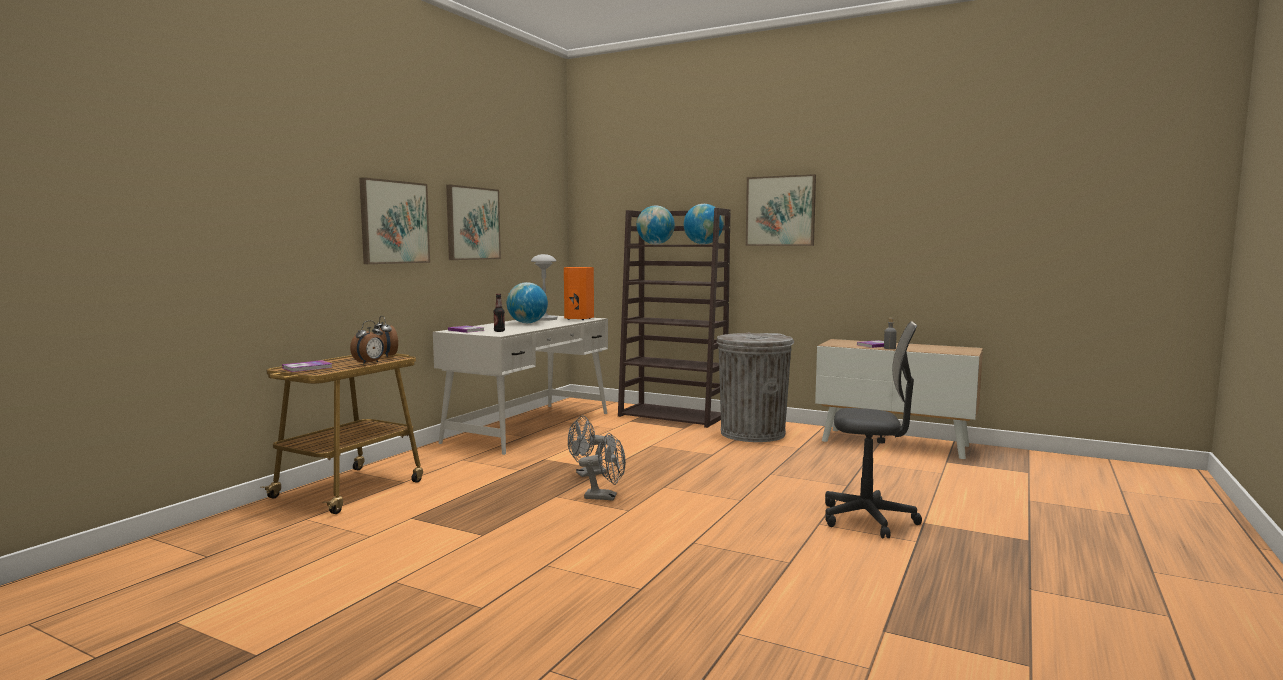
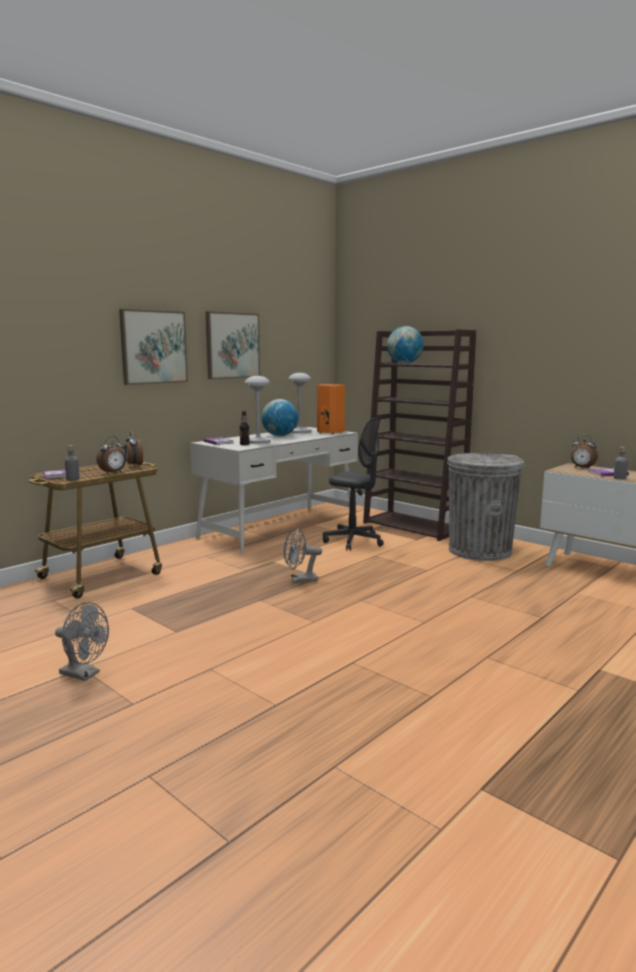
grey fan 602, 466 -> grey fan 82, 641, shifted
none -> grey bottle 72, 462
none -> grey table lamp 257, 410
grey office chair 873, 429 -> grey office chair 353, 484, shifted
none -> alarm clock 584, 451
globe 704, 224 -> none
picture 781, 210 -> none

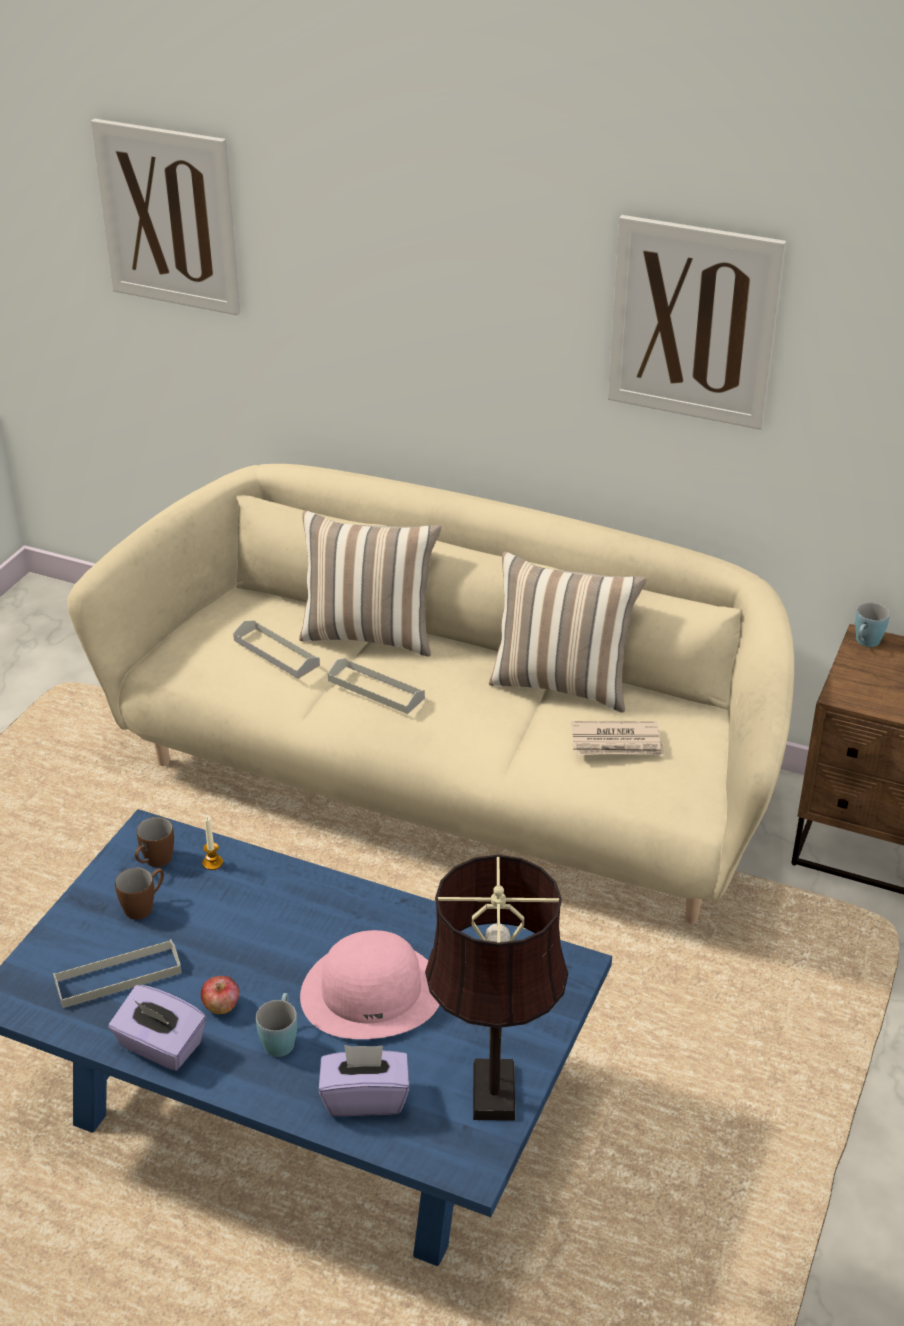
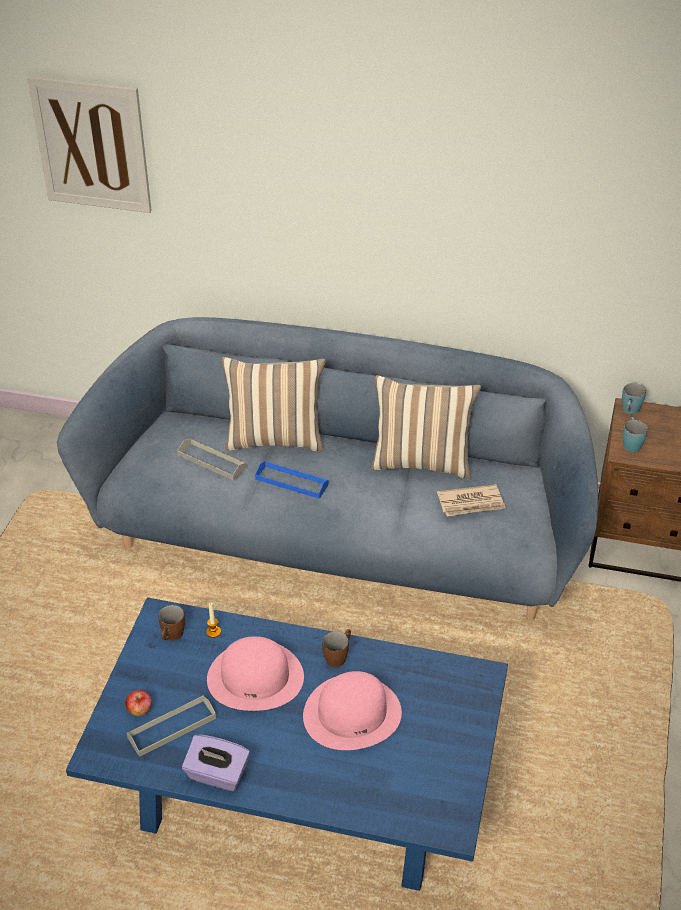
beige sofa 430, 694 -> blue sofa 327, 468
apple 220, 995 -> apple 138, 703, shifted
none -> pink hat 255, 673
grey tray 376, 686 -> blue tray 291, 480
brown mug 139, 894 -> brown mug 336, 648, shifted
blue mug 277, 1025 -> blue mug 635, 434, shifted
purple tissue box 364, 1081 -> none
brown table lamp 496, 988 -> none
picture 697, 322 -> none

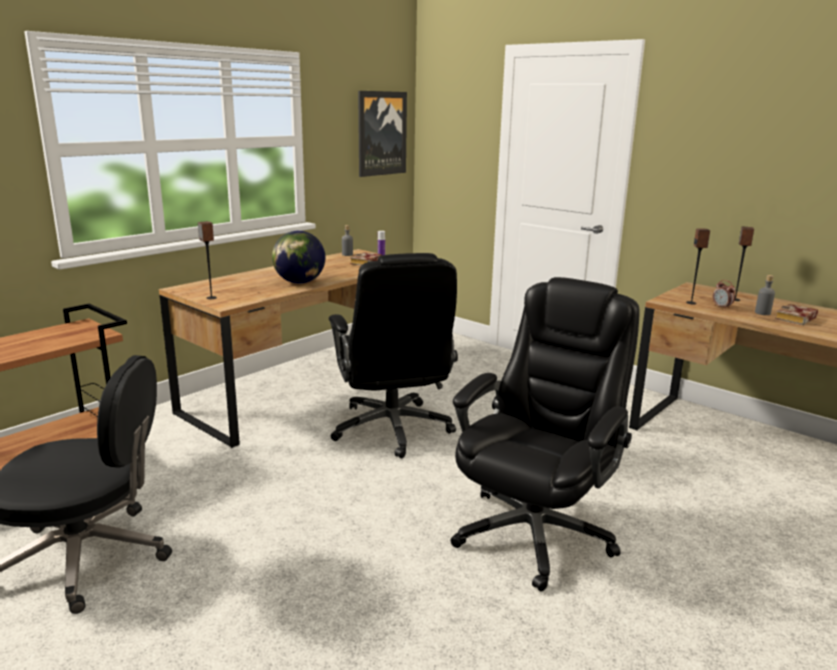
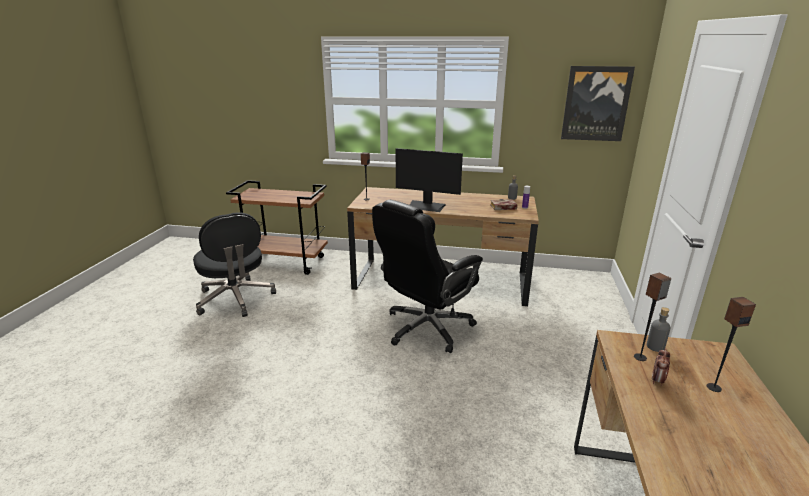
globe 298, 257 -> monitor 429, 180
grey bottle 765, 295 -> grey bottle 659, 329, shifted
black office chair 545, 434 -> none
book 796, 314 -> none

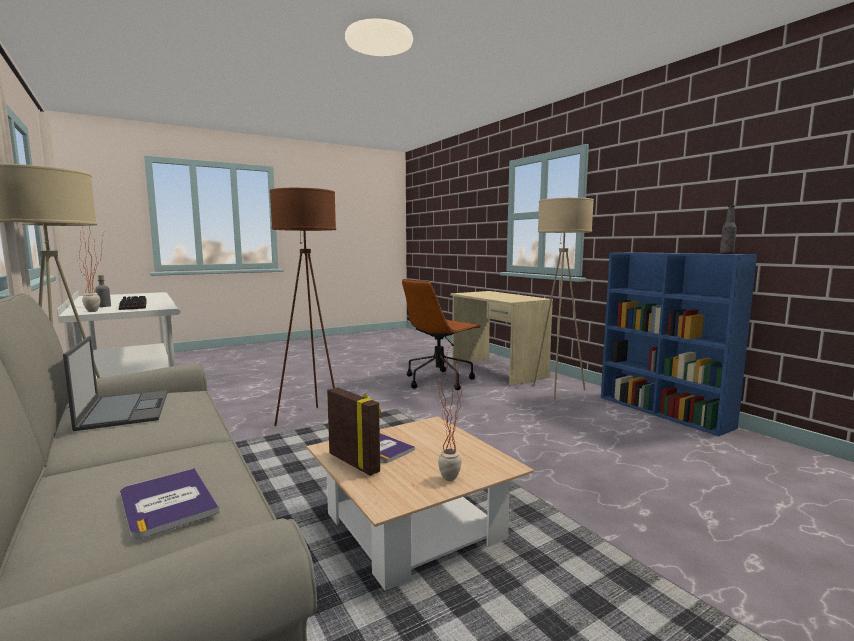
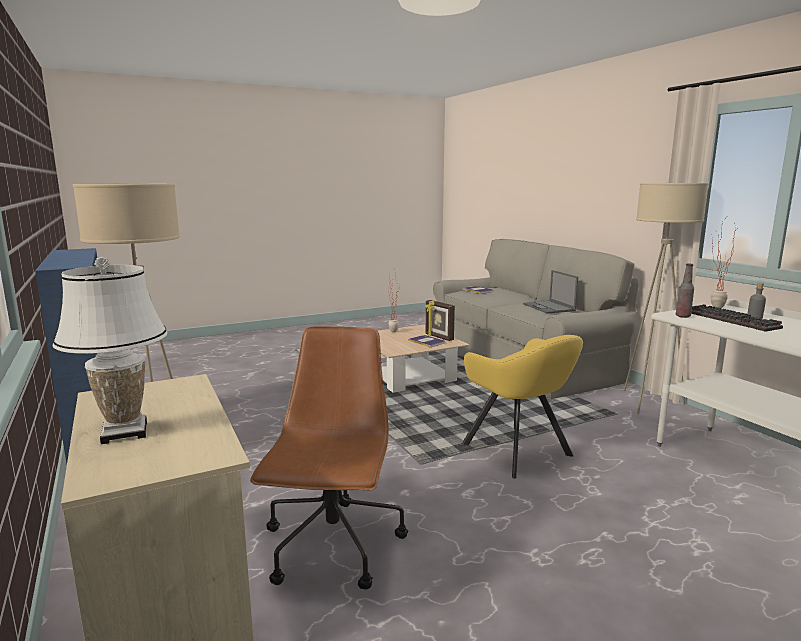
none -> white table lamp 110, 350
brown office chair 442, 334 -> brown office chair 329, 458, 45 degrees counterclockwise
brown floor lamp 303, 307 -> yellow armchair 522, 407
bottle 728, 229 -> bottle 685, 290, shifted

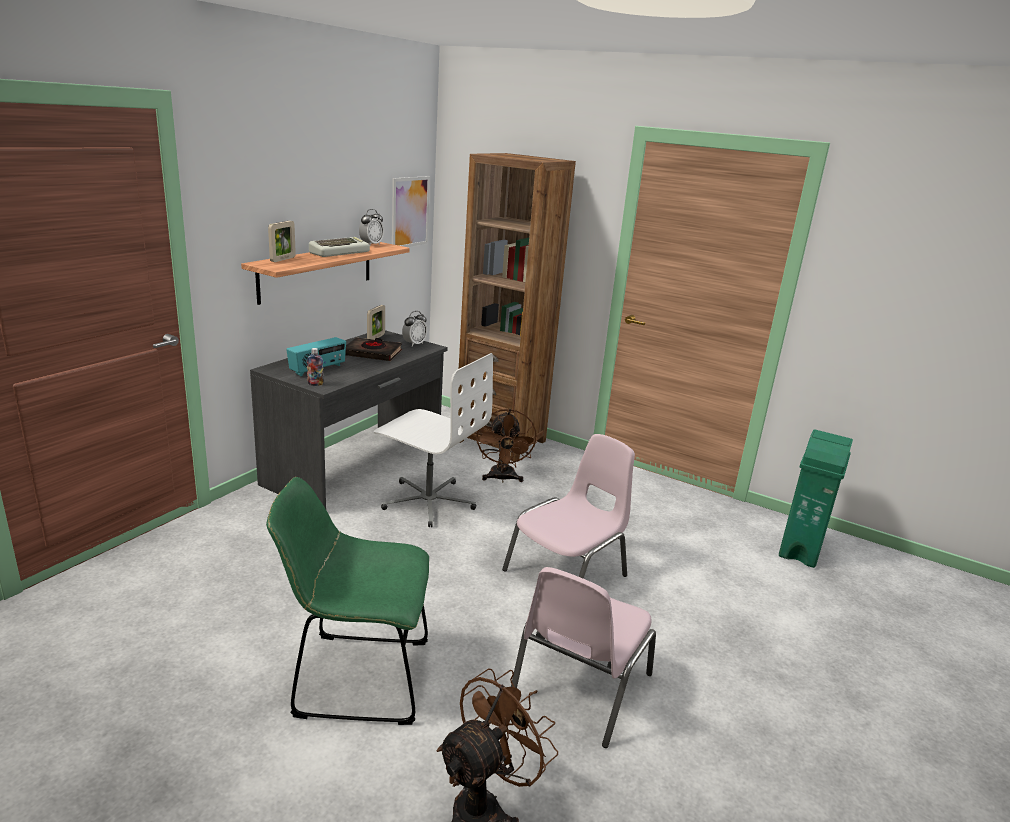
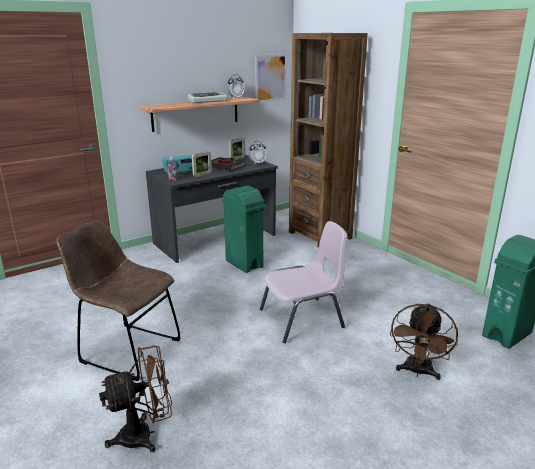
green chair 347, 601 -> brown chair 118, 300
picture frame 282, 241 -> picture frame 202, 164, shifted
white office chair 433, 440 -> green trash can 243, 229
brown fan 506, 445 -> brown fan 424, 341, shifted
pink chair 583, 657 -> none

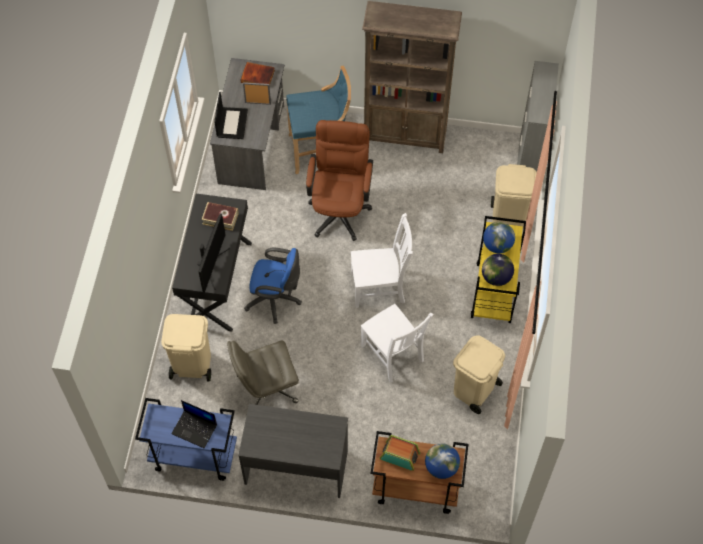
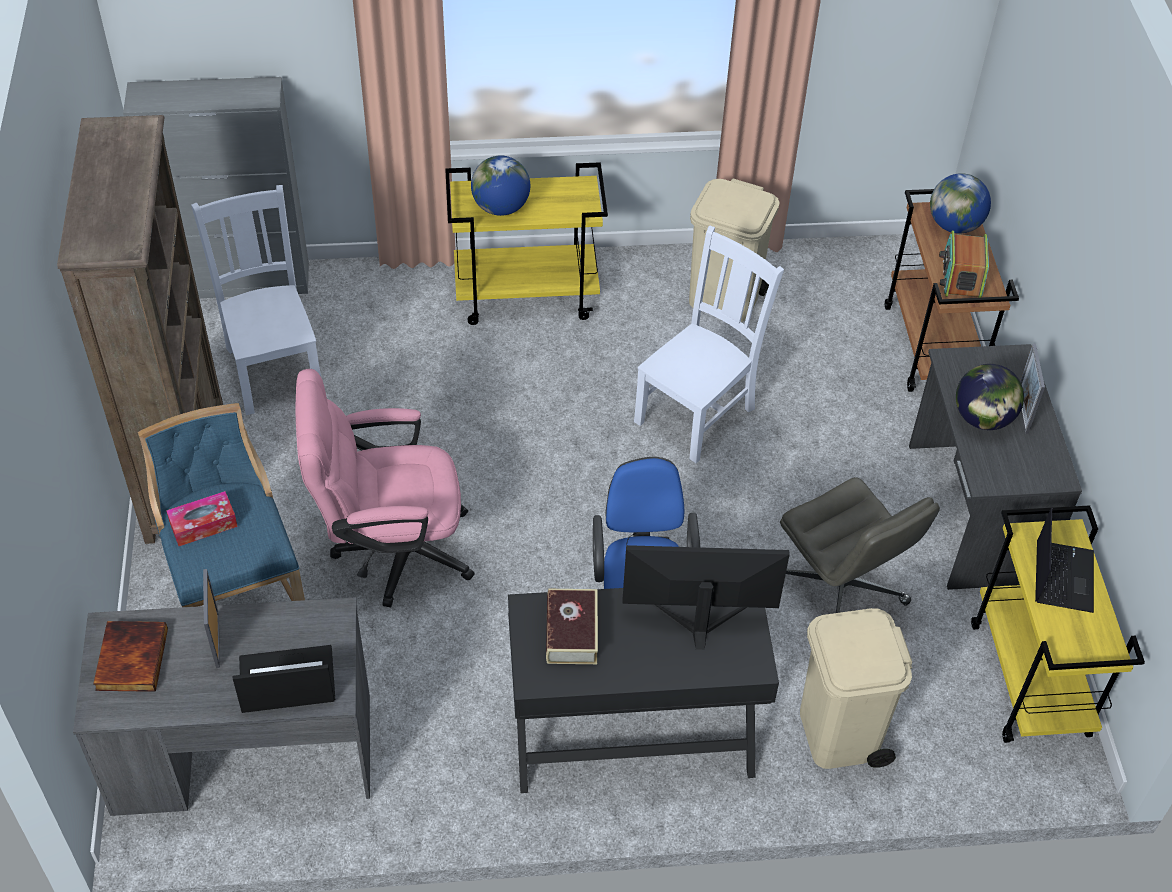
none -> tissue box 202, 518
white chair 382, 260 -> white chair 256, 300, shifted
brown office chair 339, 180 -> pink office chair 385, 488
globe 498, 270 -> globe 990, 397, shifted
blue cart 186, 439 -> yellow cart 1058, 624
none -> picture frame 1032, 389
beige trash can 514, 196 -> none

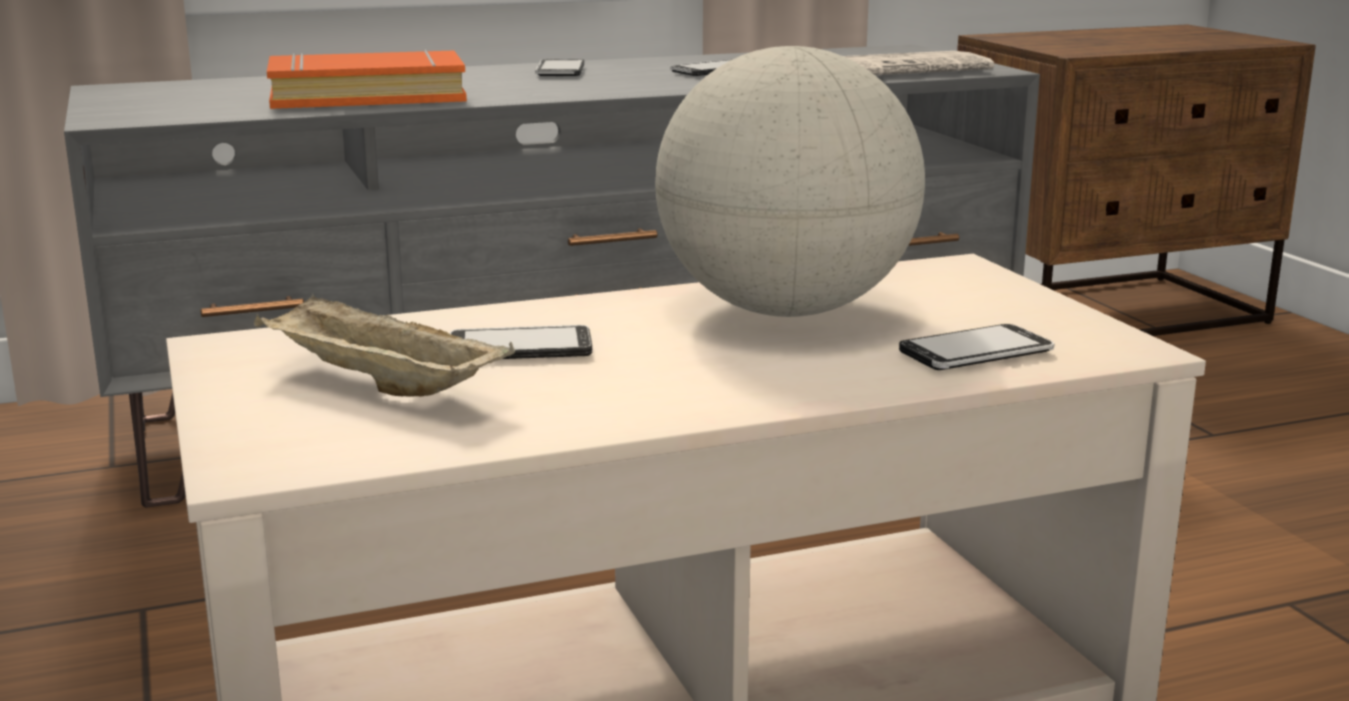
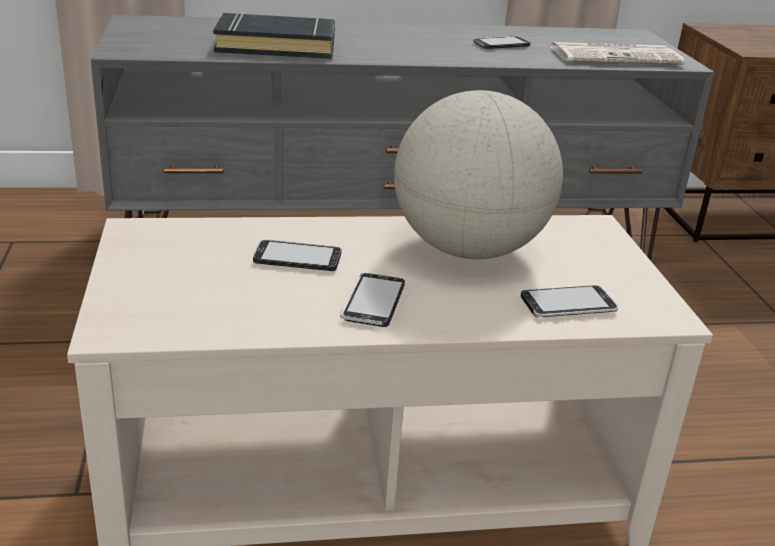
orange book 367, 79 -> black book 274, 35
phone 559, 67 -> phone 372, 300, shifted
beige tray 384, 345 -> none

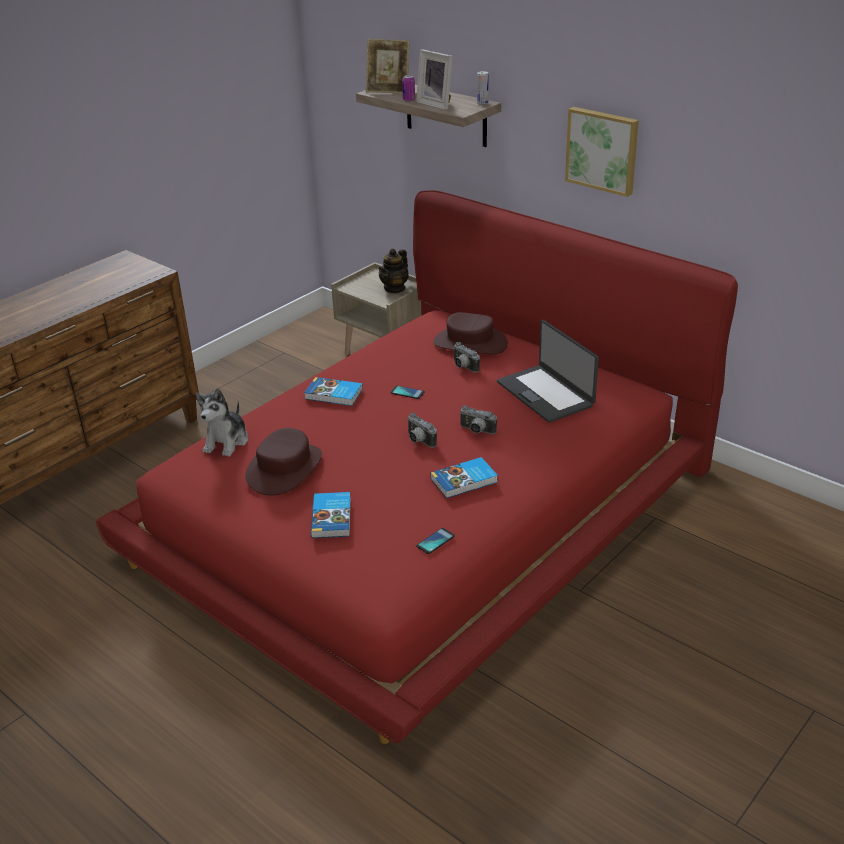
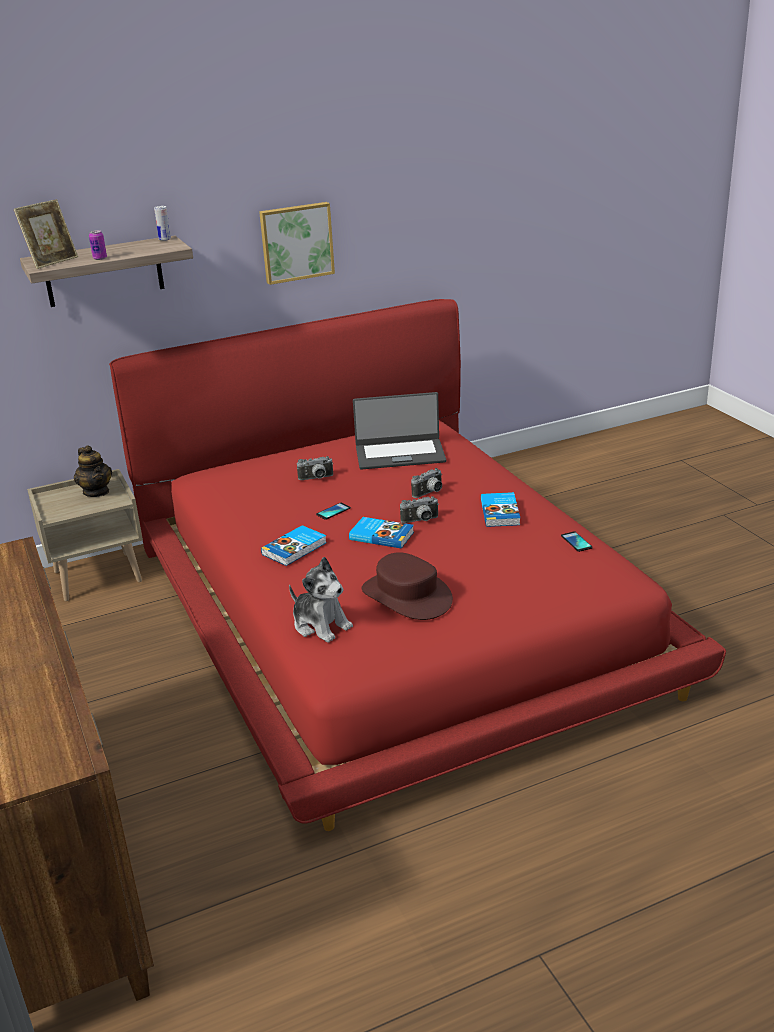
book 331, 515 -> book 381, 533, shifted
picture frame 434, 79 -> none
brown hat 470, 333 -> none

